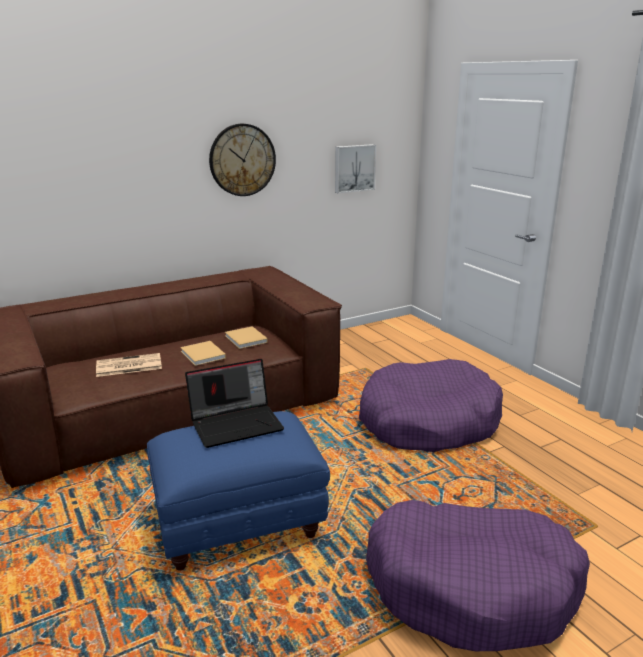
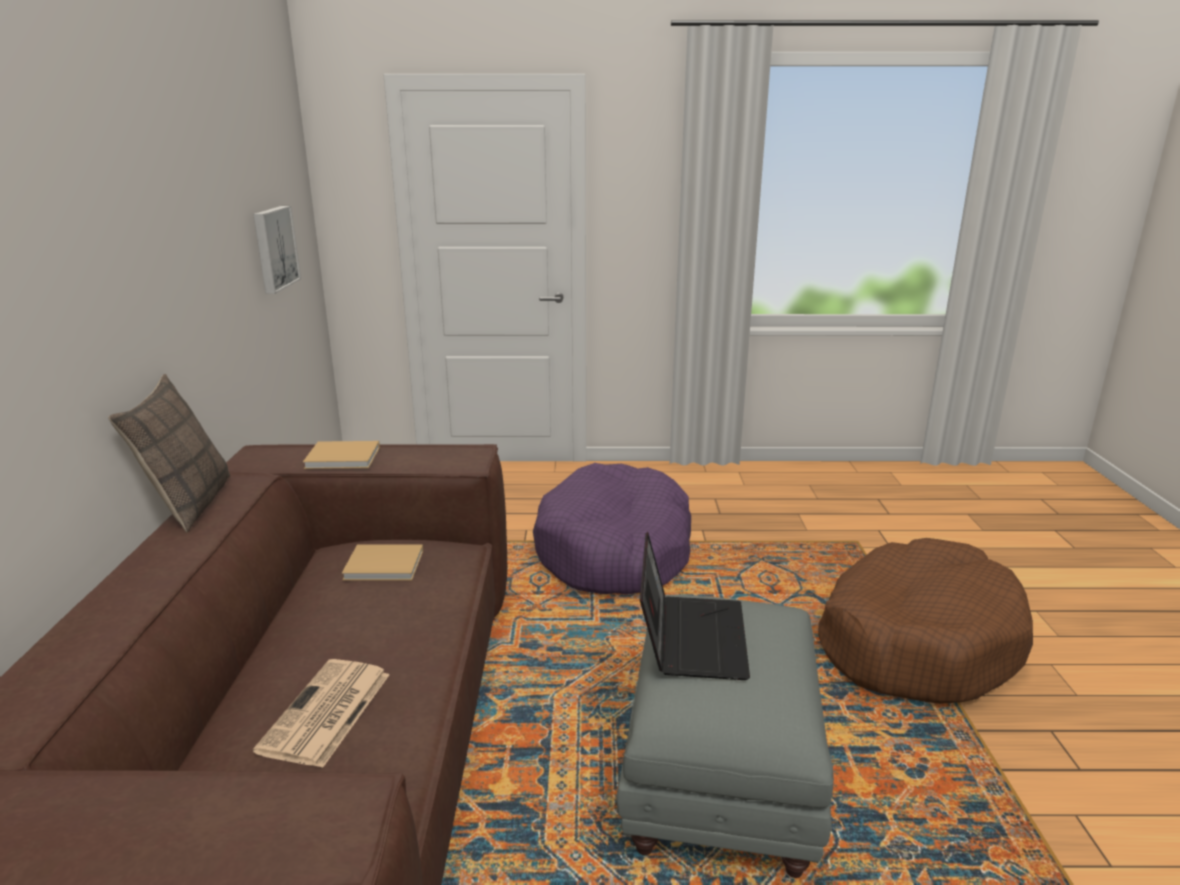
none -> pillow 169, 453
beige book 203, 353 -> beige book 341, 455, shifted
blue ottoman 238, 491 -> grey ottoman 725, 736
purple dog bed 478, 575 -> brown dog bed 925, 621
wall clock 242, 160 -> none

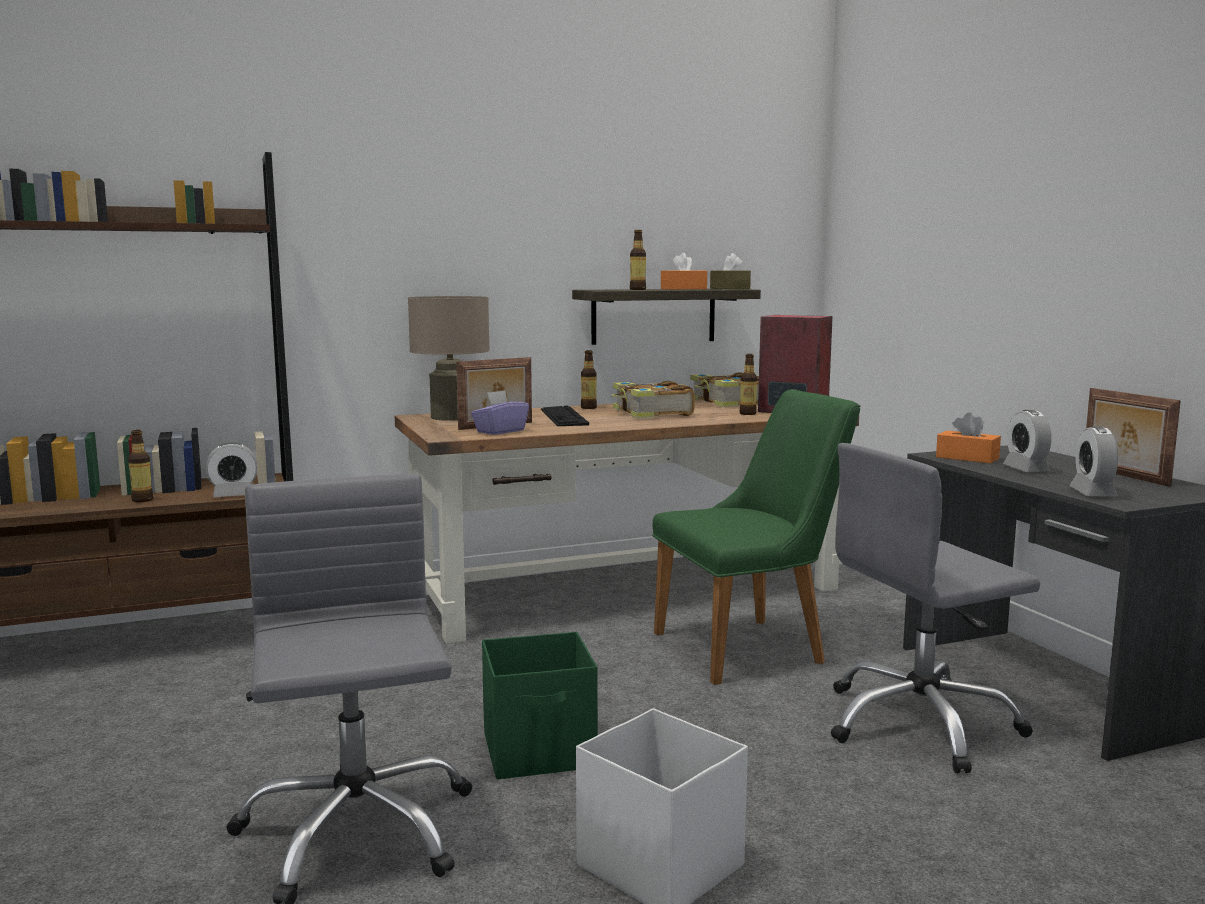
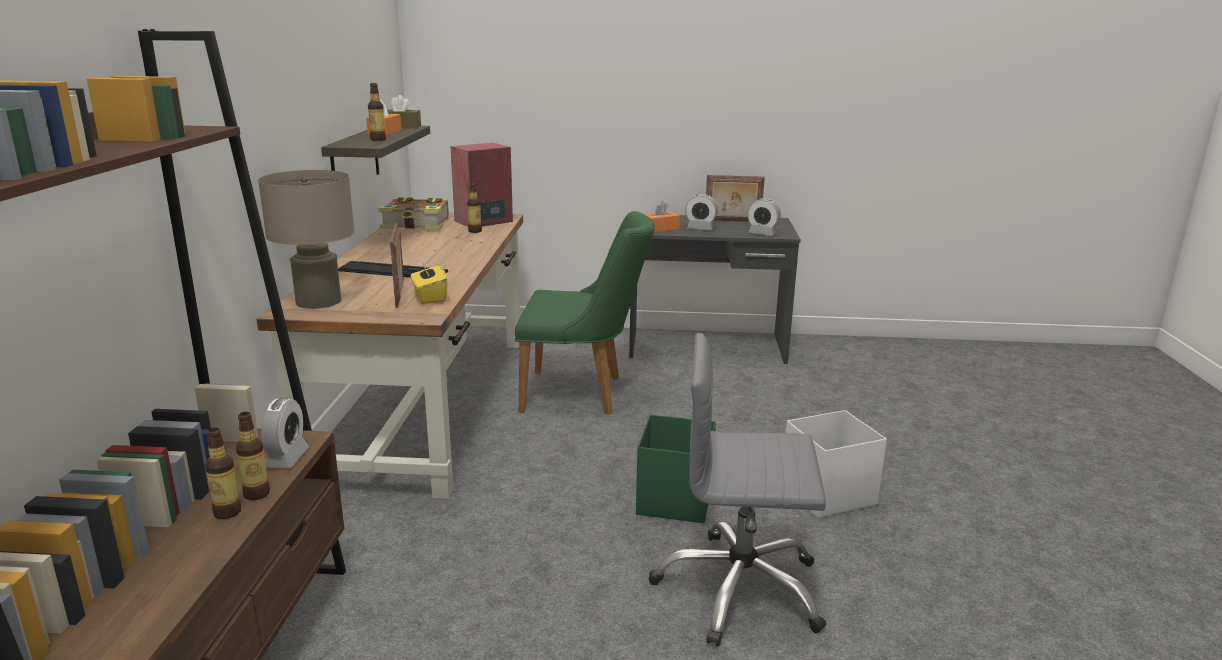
bottle 589, 379 -> bottle 253, 456, shifted
purple tissue box 500, 412 -> yellow tissue box 429, 282
green chair 756, 537 -> green chair 584, 313, 90 degrees clockwise
book 653, 399 -> none
grey office chair 935, 608 -> none

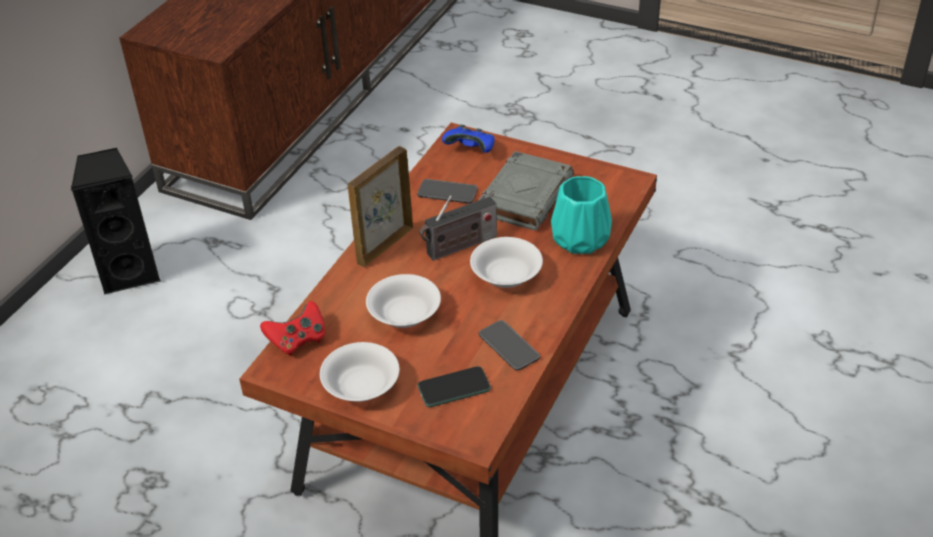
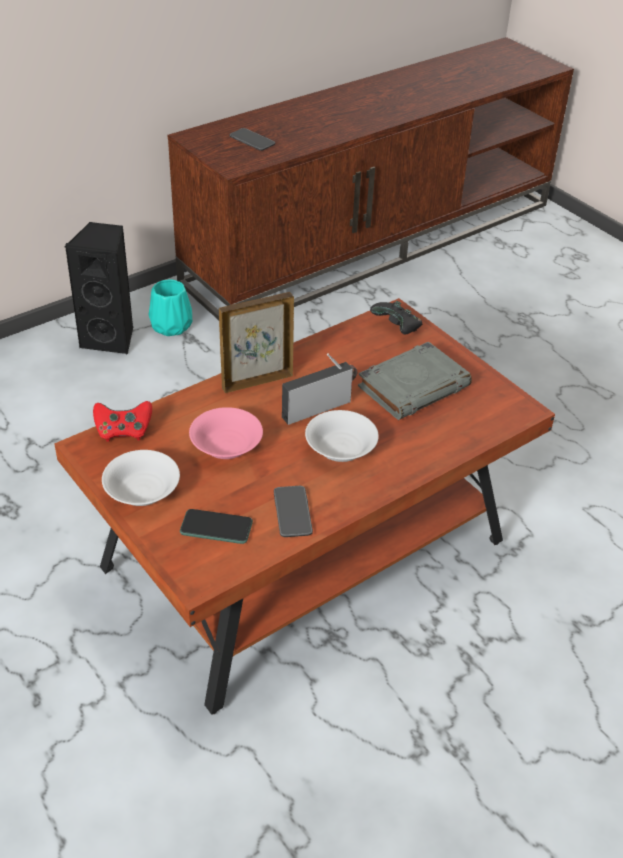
turquoise vase 581, 215 -> turquoise vase 171, 307, shifted
white bowl 403, 301 -> pink bowl 226, 433
phone 447, 191 -> phone 252, 139, shifted
radio 458, 228 -> radio 319, 389, 150 degrees clockwise
blue game controller 468, 138 -> black game controller 396, 317

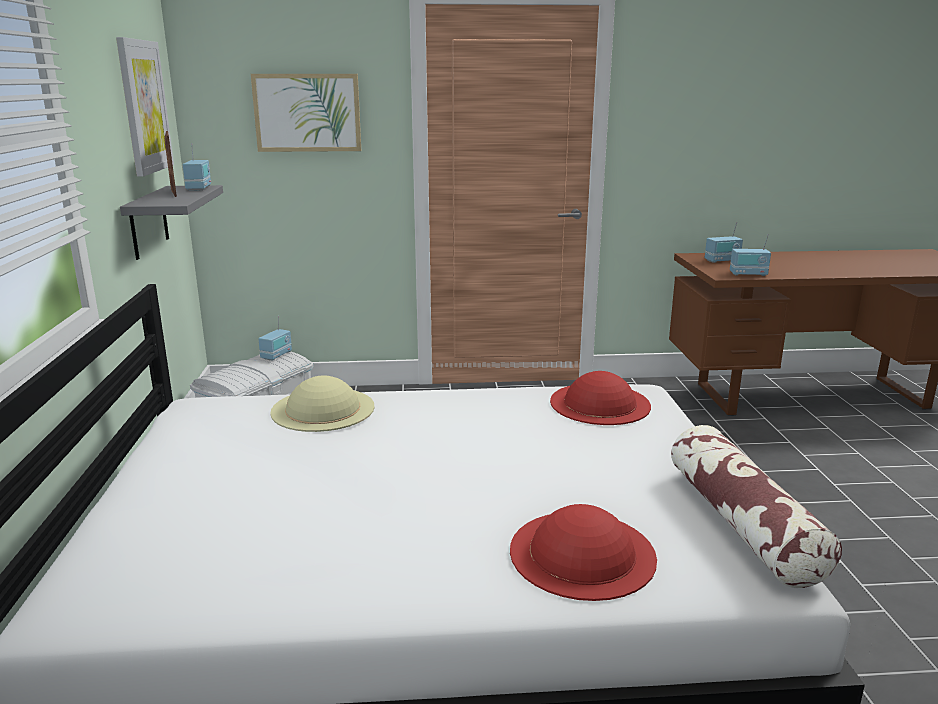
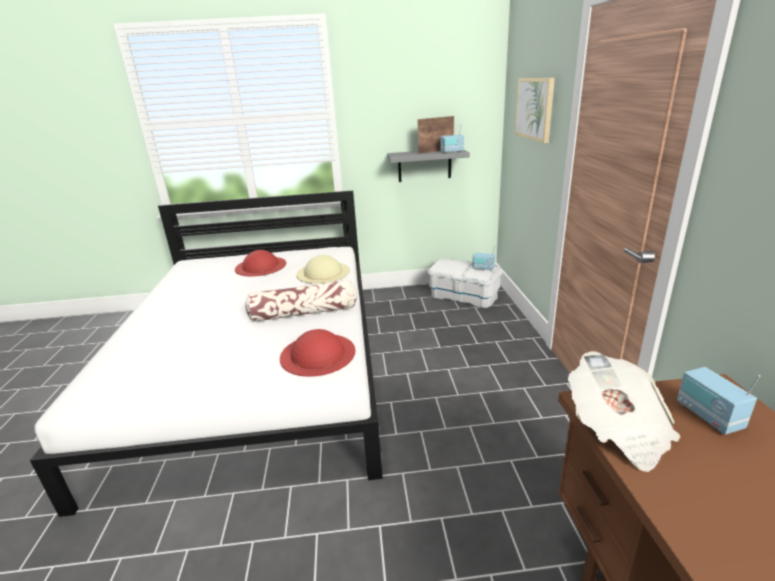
red hat 583, 552 -> red hat 260, 263, shifted
pillow 756, 506 -> pillow 301, 301, shifted
radio 750, 255 -> newspaper 624, 411
picture 145, 107 -> none

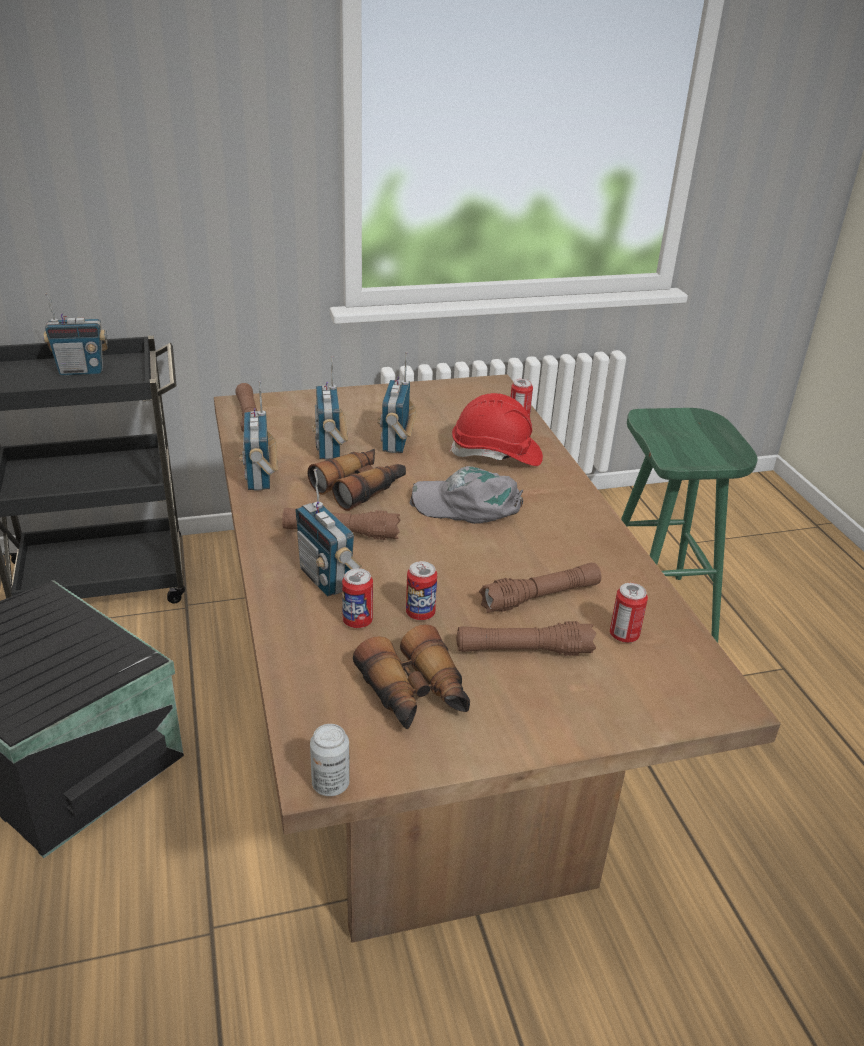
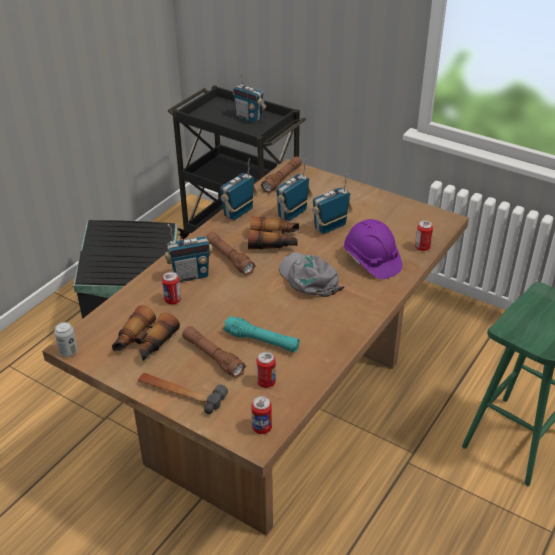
none -> hammer 183, 393
radio 328, 532 -> radio 189, 253, 120 degrees counterclockwise
brown flashlight 540, 588 -> turquoise flashlight 261, 334
can 421, 590 -> can 261, 415, shifted
red hard hat 496, 429 -> purple hard hat 373, 249

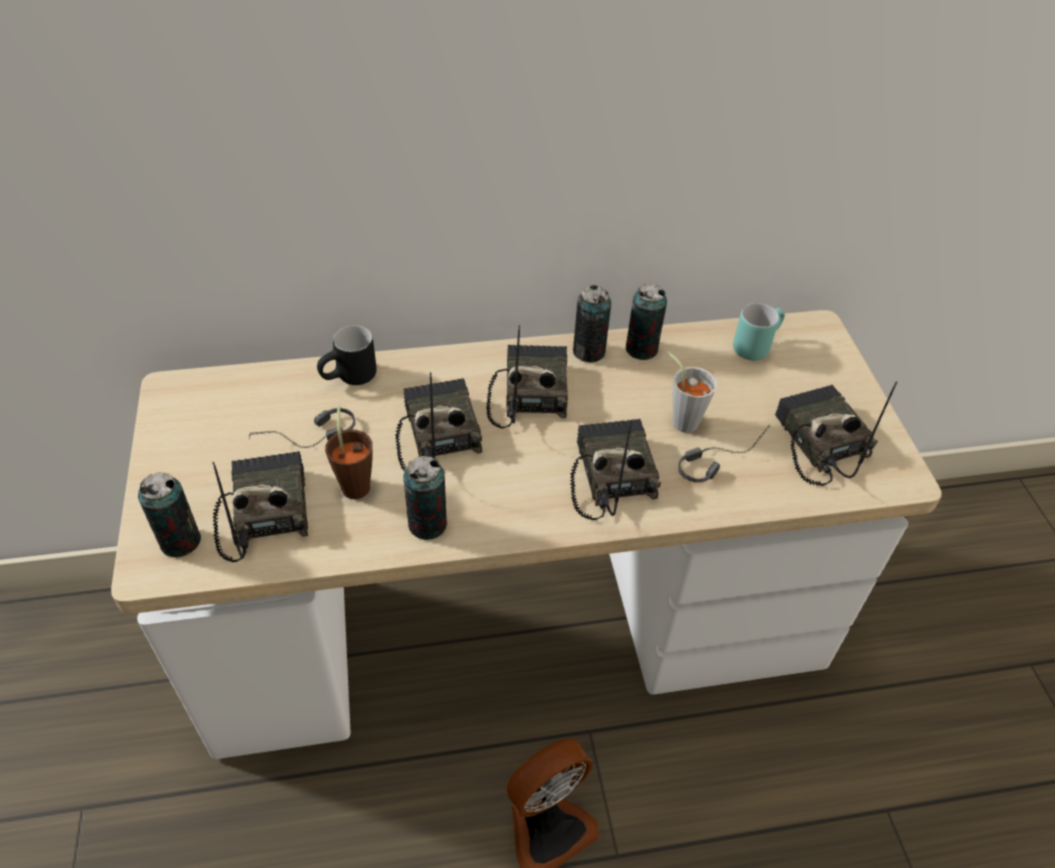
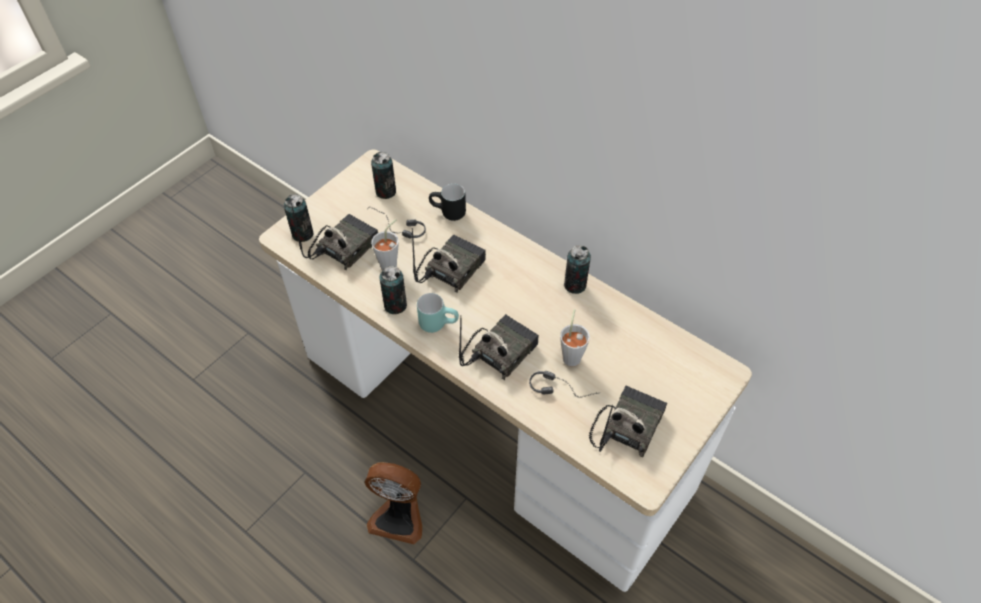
can 646, 322 -> can 383, 175, shifted
brown cup 349, 452 -> grey cup 385, 244
turquoise mug 759, 332 -> turquoise mug 438, 313, shifted
radio 527, 376 -> none

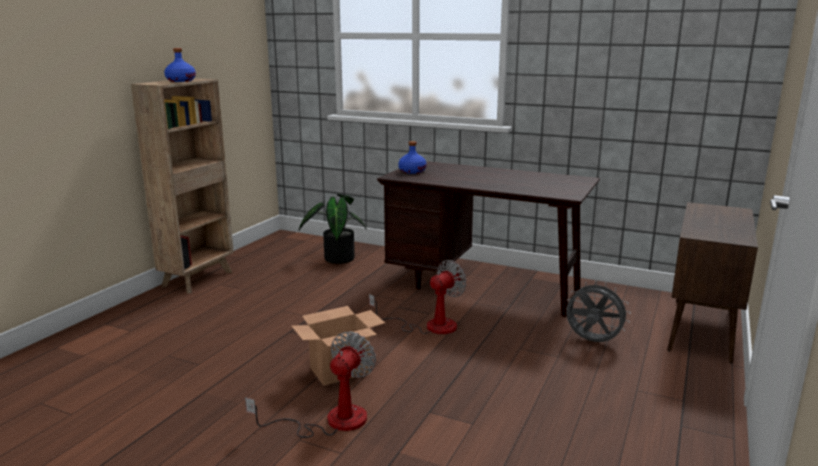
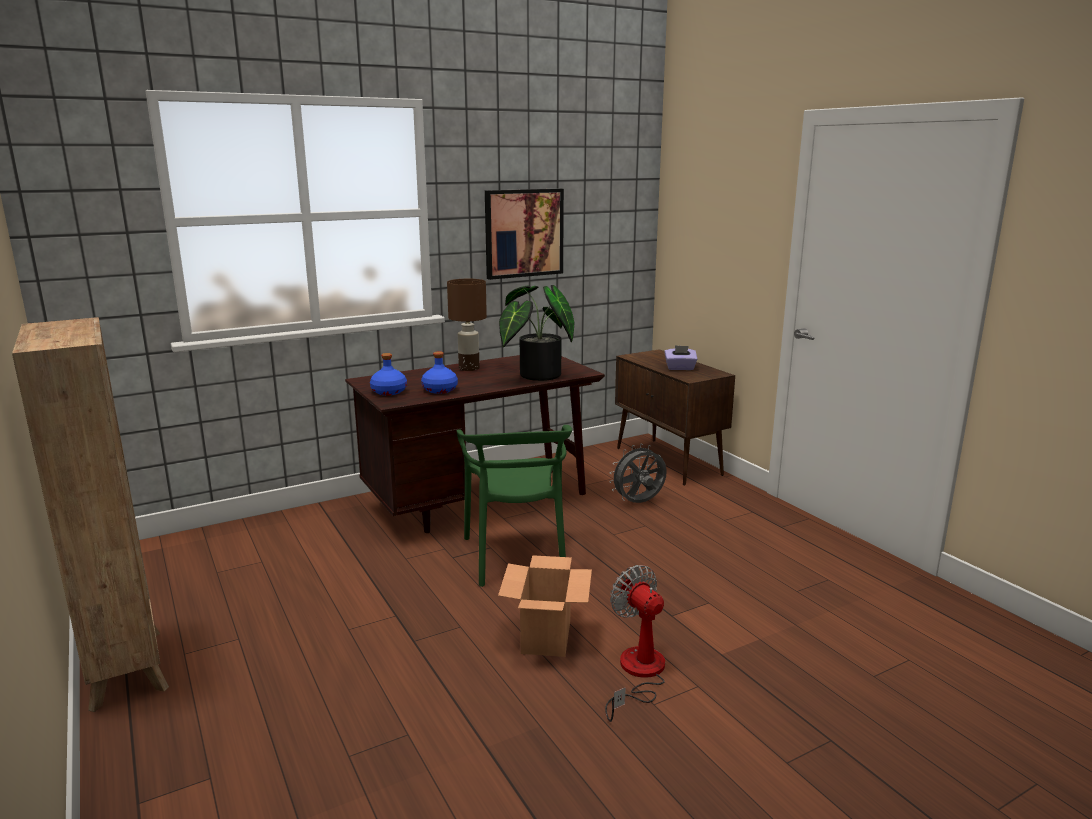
blue bottle 180, 65 -> blue bottle 439, 372, shifted
none -> brown table lamp 467, 325
fan 418, 297 -> green chair 514, 506
none -> picture 524, 234
potted plant 333, 229 -> potted plant 537, 333, shifted
none -> purple tissue box 681, 357

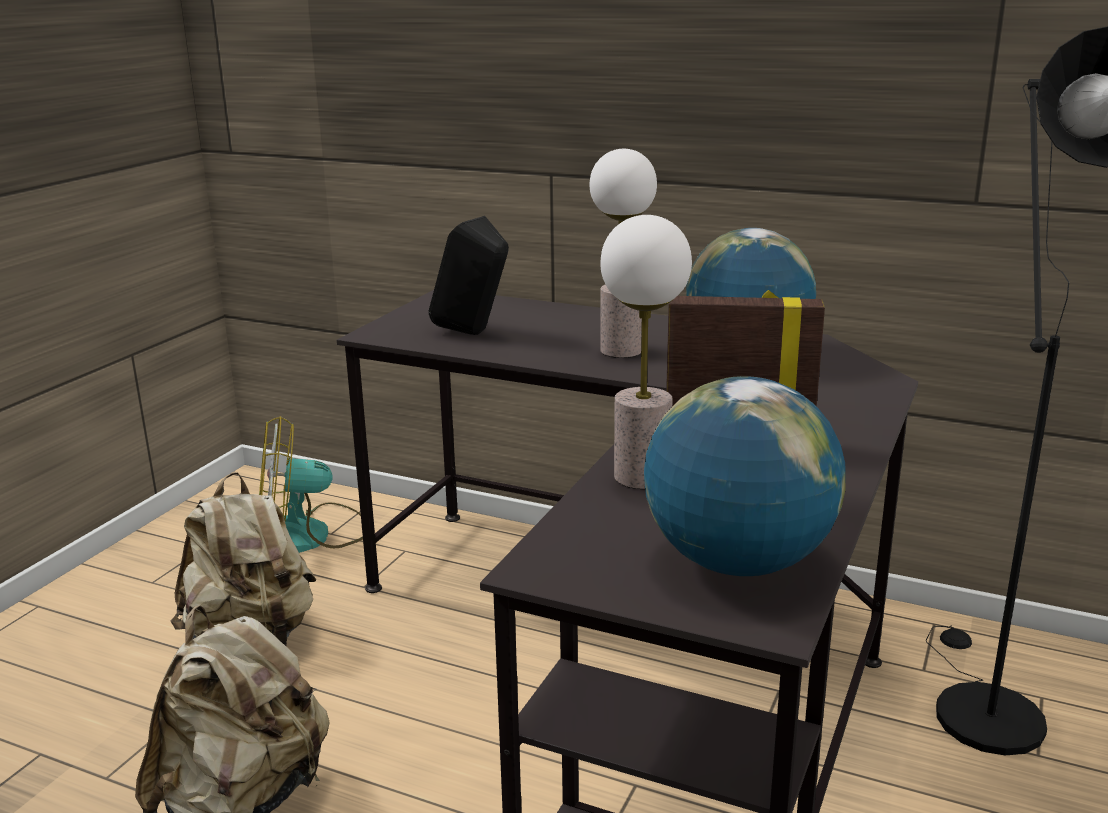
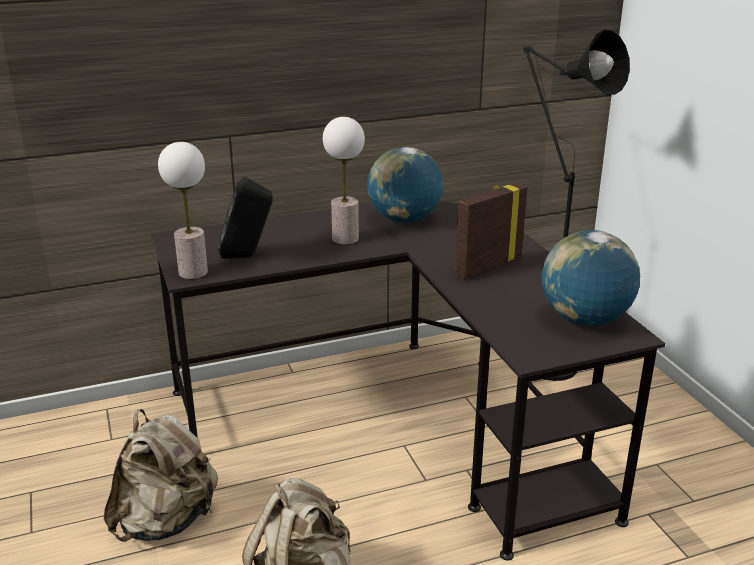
table lamp 646, 352 -> table lamp 183, 210, shifted
fan 311, 484 -> none

